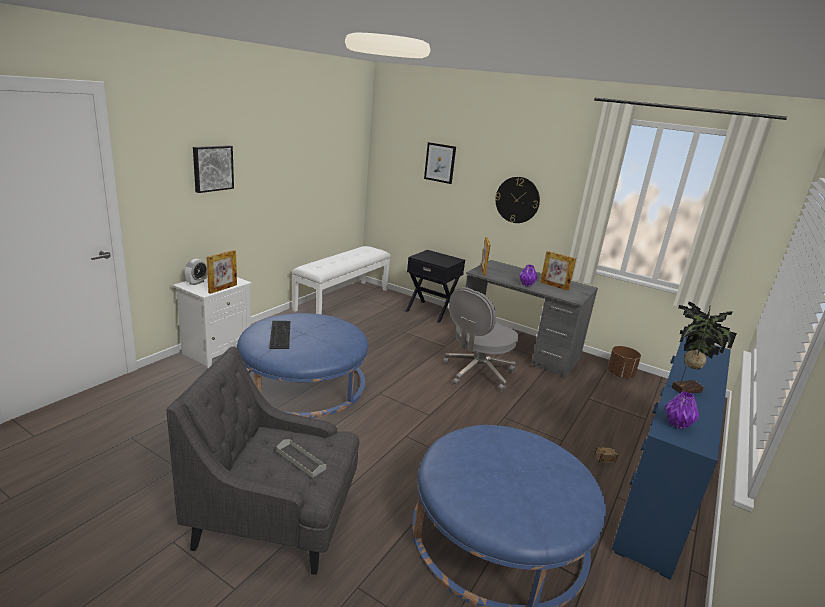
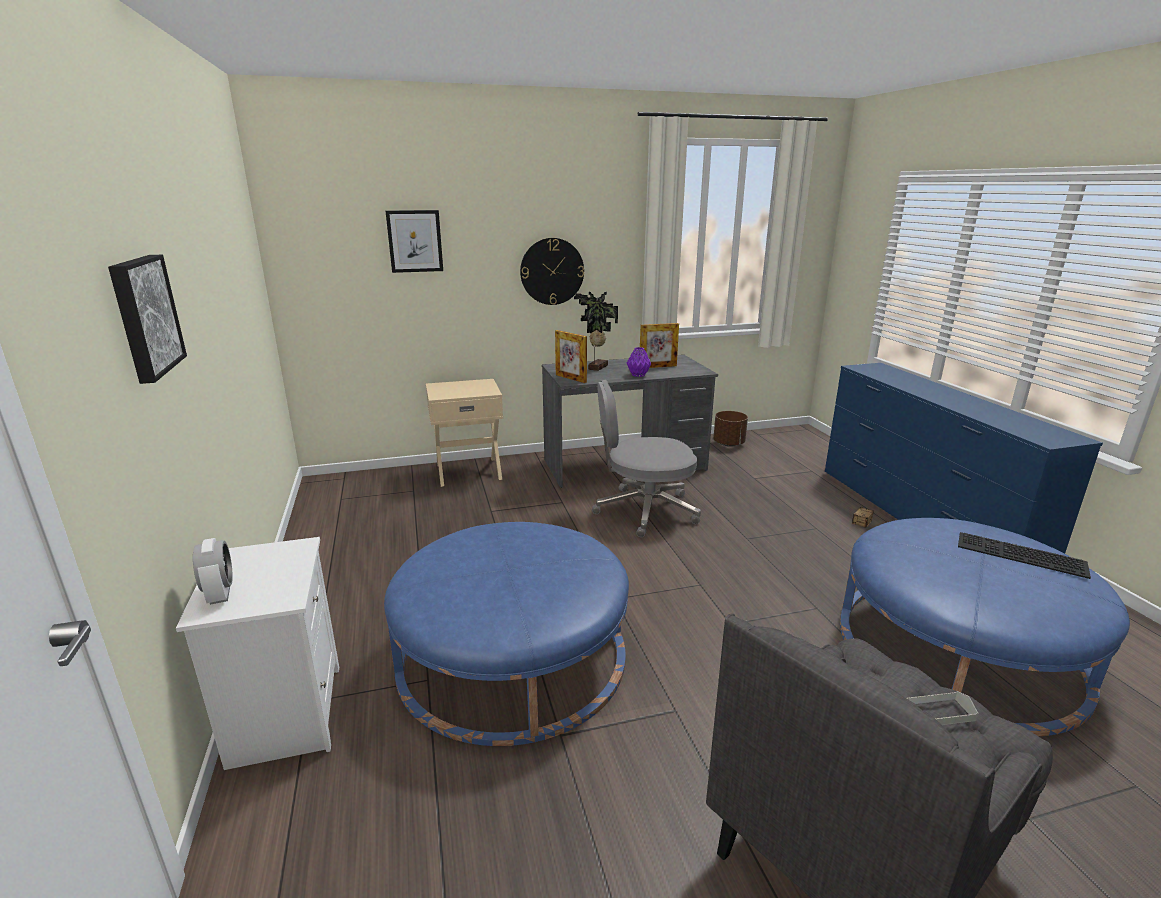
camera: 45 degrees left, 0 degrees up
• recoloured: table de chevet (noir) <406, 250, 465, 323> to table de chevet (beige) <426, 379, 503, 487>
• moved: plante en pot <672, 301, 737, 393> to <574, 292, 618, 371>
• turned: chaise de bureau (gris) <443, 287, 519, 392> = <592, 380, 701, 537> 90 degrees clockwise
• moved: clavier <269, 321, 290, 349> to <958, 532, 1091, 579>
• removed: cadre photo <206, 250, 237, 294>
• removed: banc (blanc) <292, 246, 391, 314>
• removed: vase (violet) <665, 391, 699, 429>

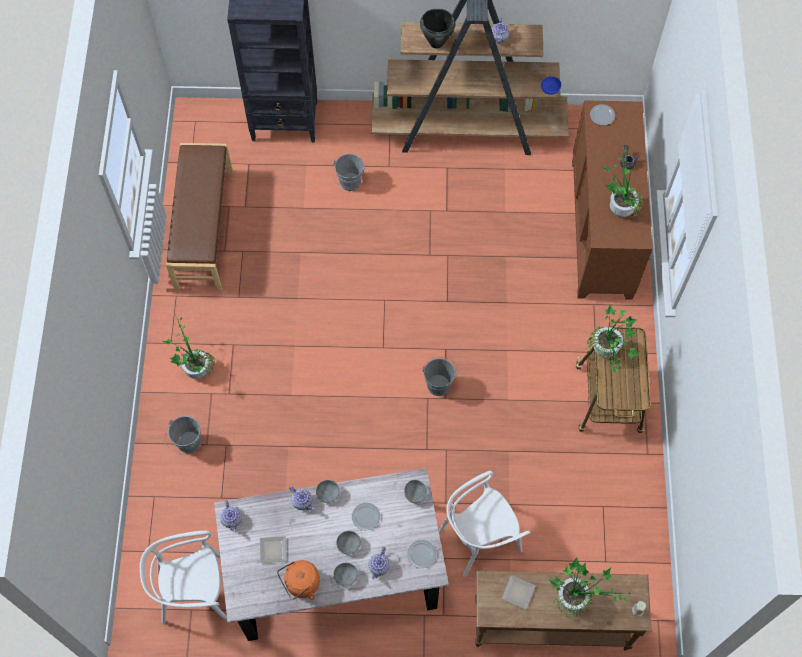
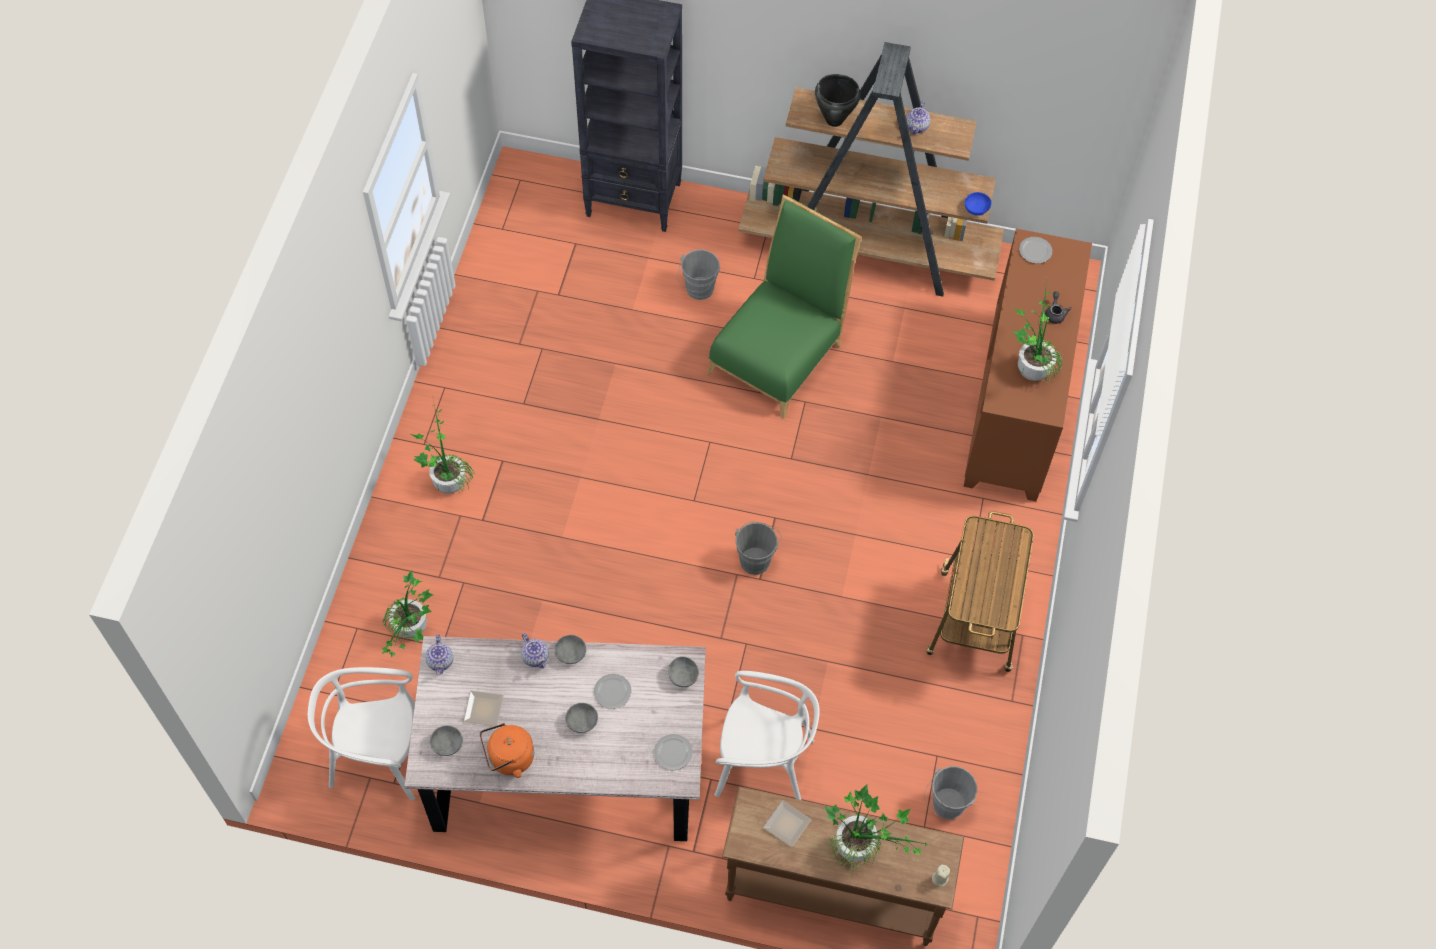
camera: 10 degrees right, 5 degrees down
• moved: plante en pot <586, 304, 639, 374> to <382, 570, 433, 657>
• moved: bol (gris) <333, 563, 358, 587> to <430, 725, 463, 756>
• added: chaise (vert) <706, 194, 862, 419>
• turned: chaise (blanc) <439, 471, 530, 577> = <715, 671, 820, 800> 150 degrees counterclockwise
• moved: seau (gris) <165, 416, 201, 455> to <924, 766, 977, 820>
• removed: banc (marron) <166, 143, 233, 291>
• removed: théière <368, 547, 390, 580>

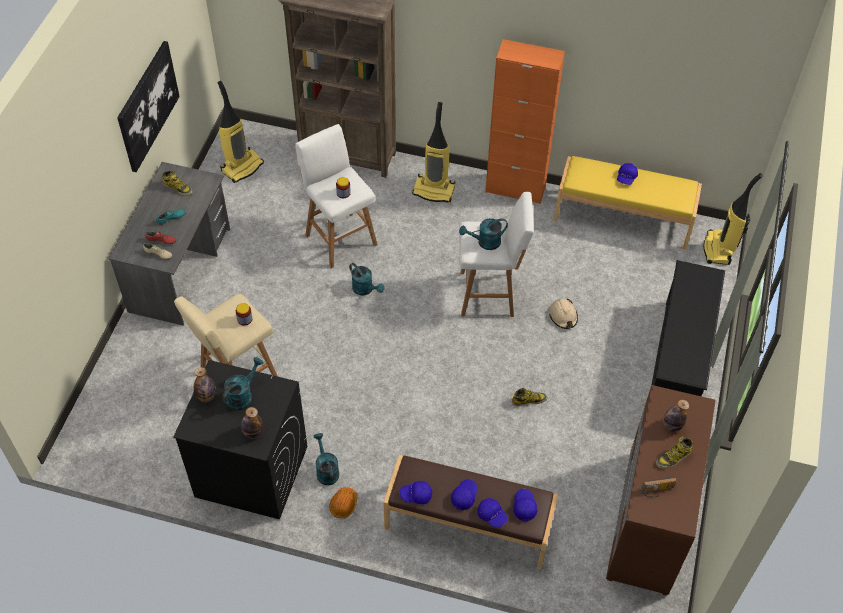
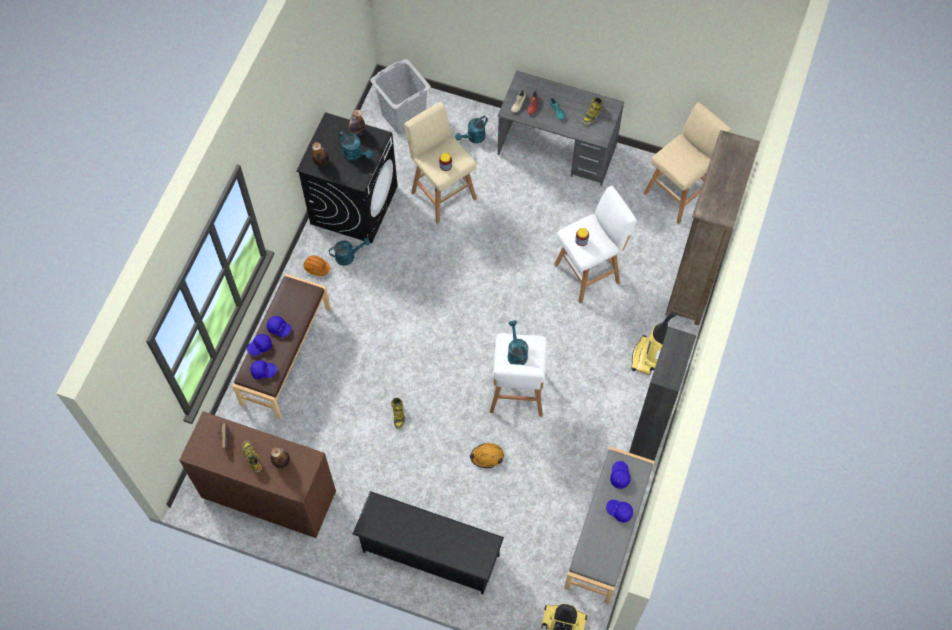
camera: 95 degrees right, 10 degrees up
• added: panier à linge (gris) <371, 59, 431, 134>
• moved: arrosoir (turquoise) <349, 263, 384, 295> to <455, 116, 488, 143>
• recoloured: casque de chantier (beige) <549, 299, 578, 329> to casque de chantier (orange) <470, 443, 504, 468>
• recoloured: banc (jaune) <554, 156, 702, 250> to banc (gris) <564, 447, 655, 604>
• moved: casquette (bleu) <400, 481, 432, 504> to <610, 461, 631, 489>
• recoloured: meuble de rangement (orange) <485, 39, 565, 204> to meuble de rangement (noir) <629, 327, 697, 461>
• replaced: aspirateur <217, 81, 264, 183> to tabouret (beige) <644, 102, 731, 224>
• removed: tableau <117, 41, 180, 172>

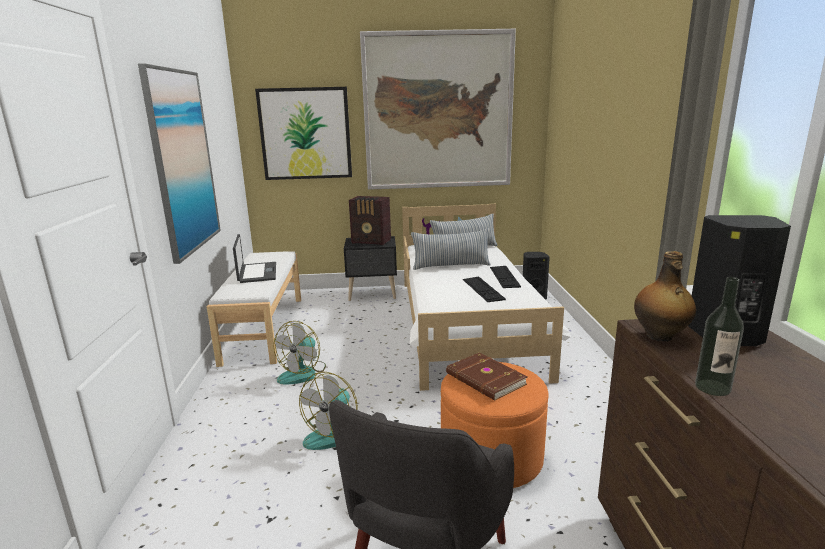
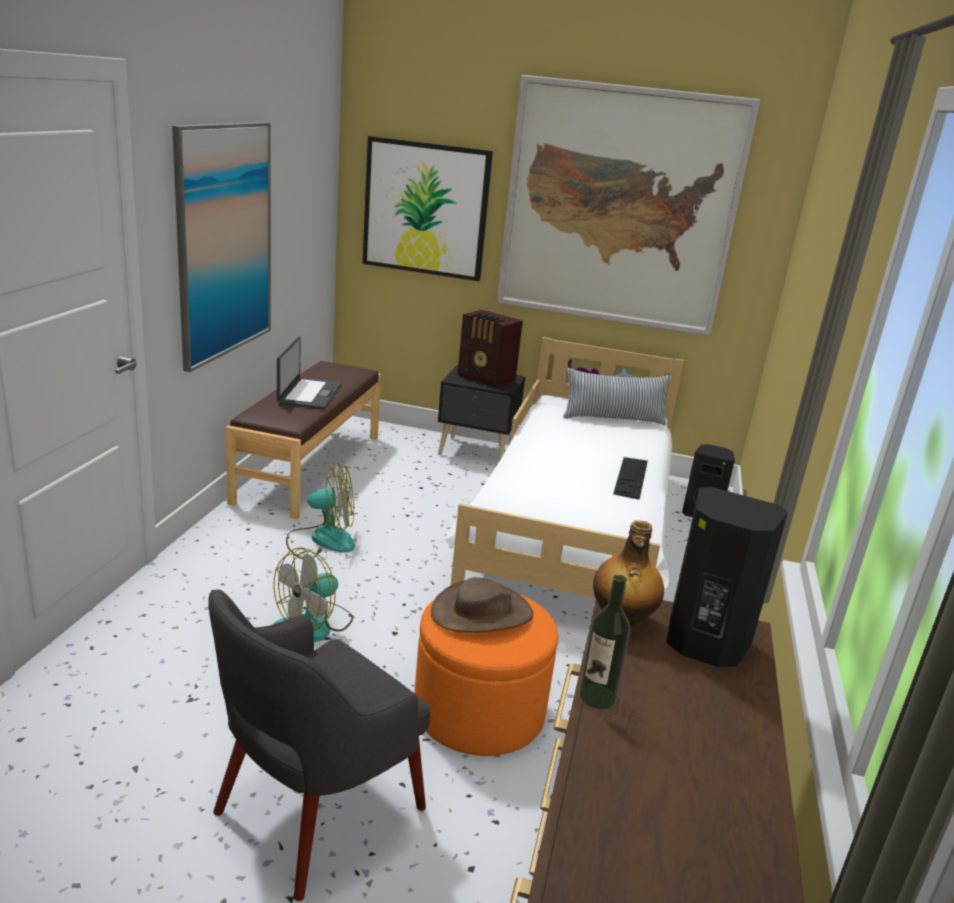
camera: 15 degrees right, 5 degrees up
• recoloured: banc (blanc) <207, 251, 301, 367> to banc (marron) <226, 361, 381, 519>
• turned: ventilateur <274, 321, 326, 384> = <286, 463, 355, 559> 135 degrees counterclockwise
• replaced: livre (marron) <446, 353, 528, 400> to chapeau (marron) <431, 577, 533, 633>
• removed: coussin <411, 229, 490, 270>
• removed: clavier <463, 277, 506, 302>

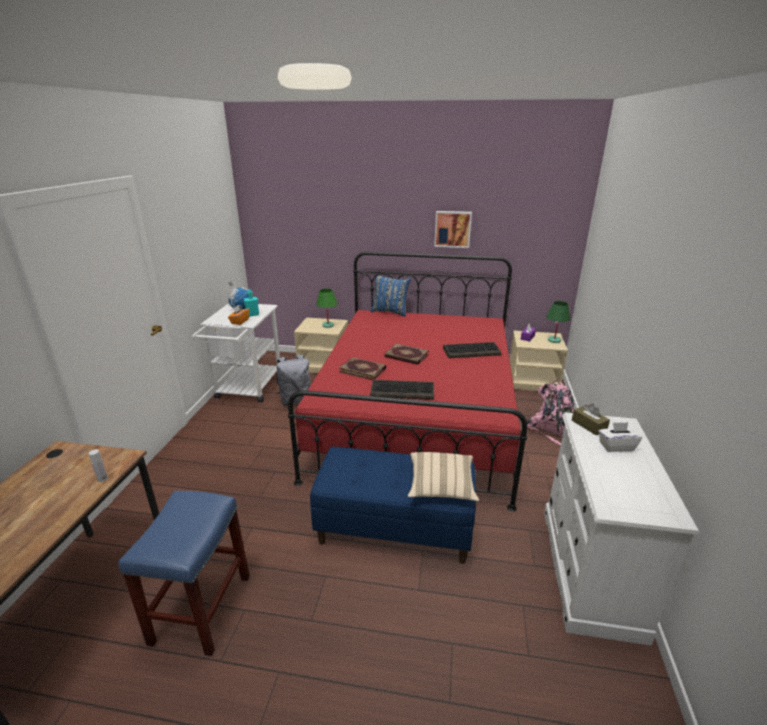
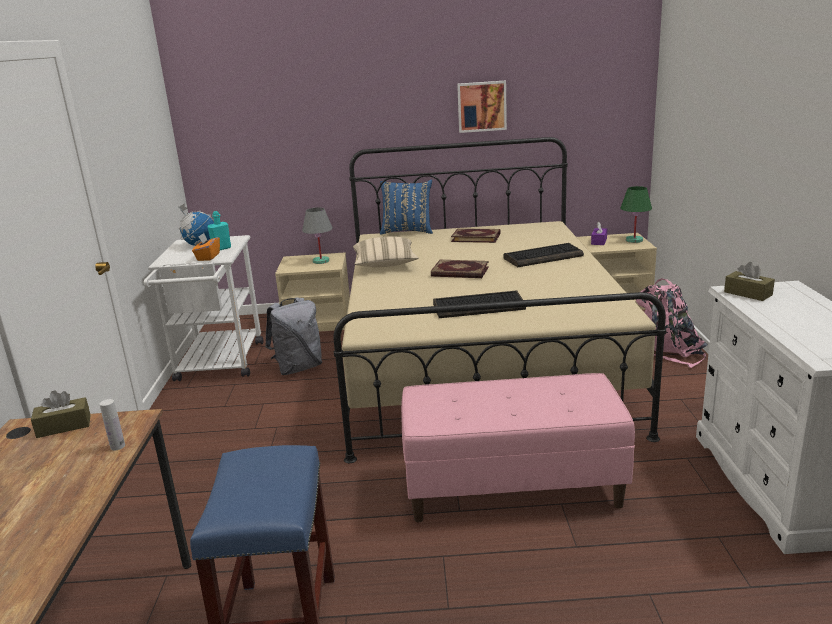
camera: 10 degrees left, 5 degrees down
• added: boîte à mouchoirs (marron) <31, 390, 91, 438>
• recoloured: lampe de table (vert) <316, 289, 338, 328> to lampe de table (gris) <302, 207, 333, 264>
• recoloured: lit (rouge) <288, 252, 528, 512> to lit (beige) <334, 137, 666, 463>
• moved: coussin (beige) <408, 452, 479, 501> to <353, 236, 419, 267>
• recoloured: banc (bleu) <310, 447, 476, 564> to banc (rose) <401, 373, 635, 522>
• moved: livre <339, 357, 386, 380> to <451, 228, 501, 243>
• removed: boîte à mouchoirs (blanc) <599, 422, 642, 452>

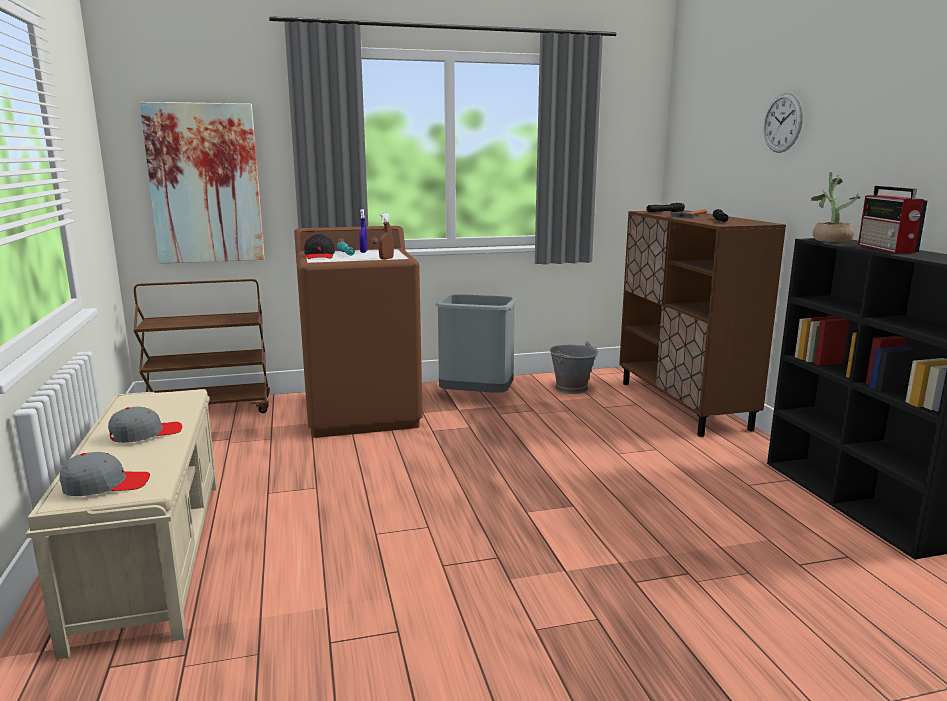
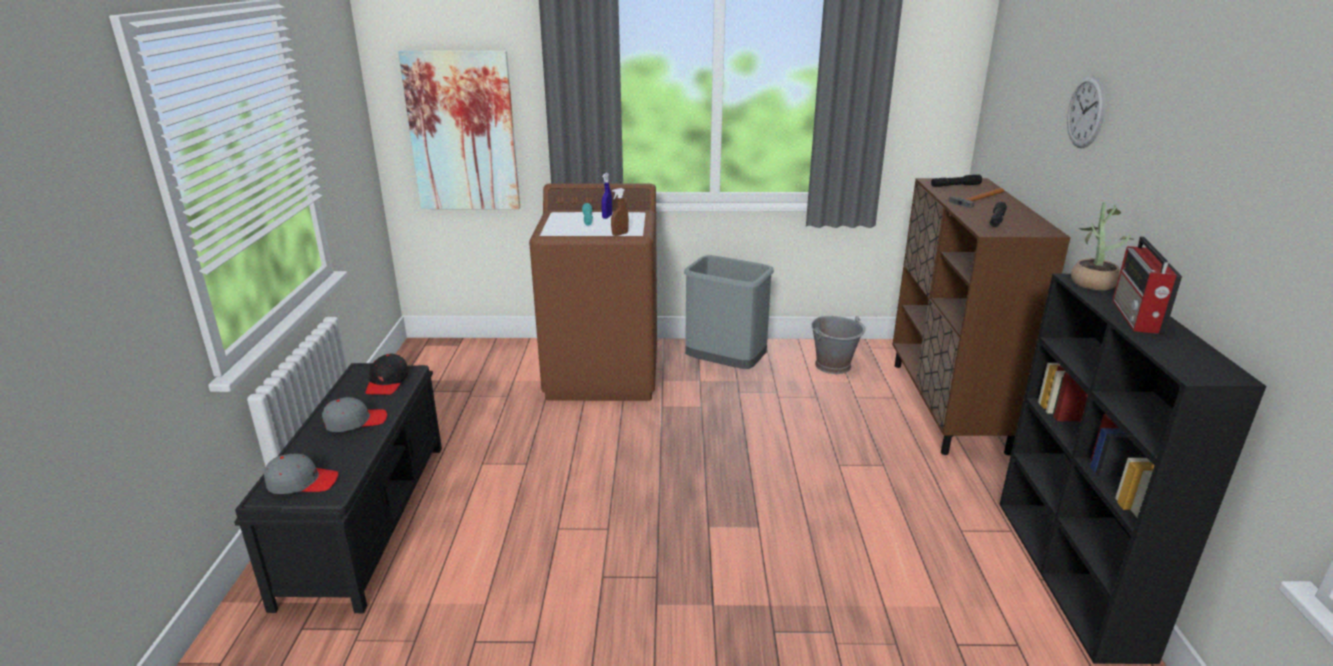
camera: 15 degrees right, 10 degrees up
• recoloured: banc (beige) <26, 389, 217, 660> to banc (noir) <234, 363, 442, 613>
• moved: casquette (noir) <305, 233, 335, 259> to <366, 353, 409, 395>
• removed: chariot (marron) <134, 279, 270, 413>

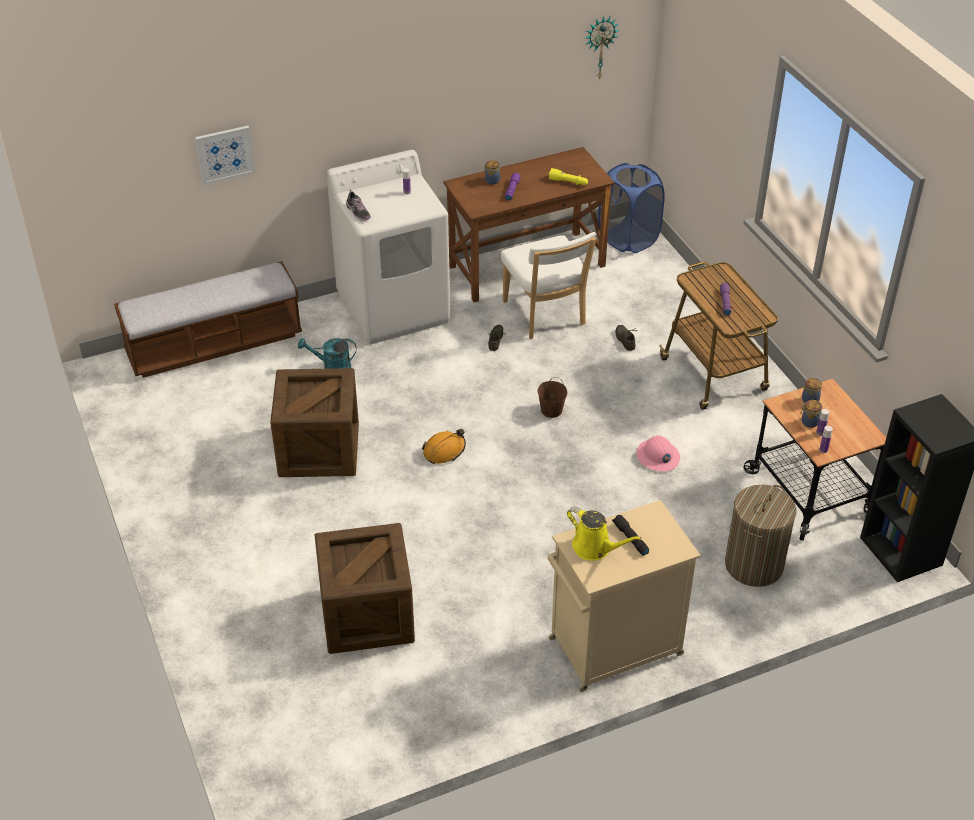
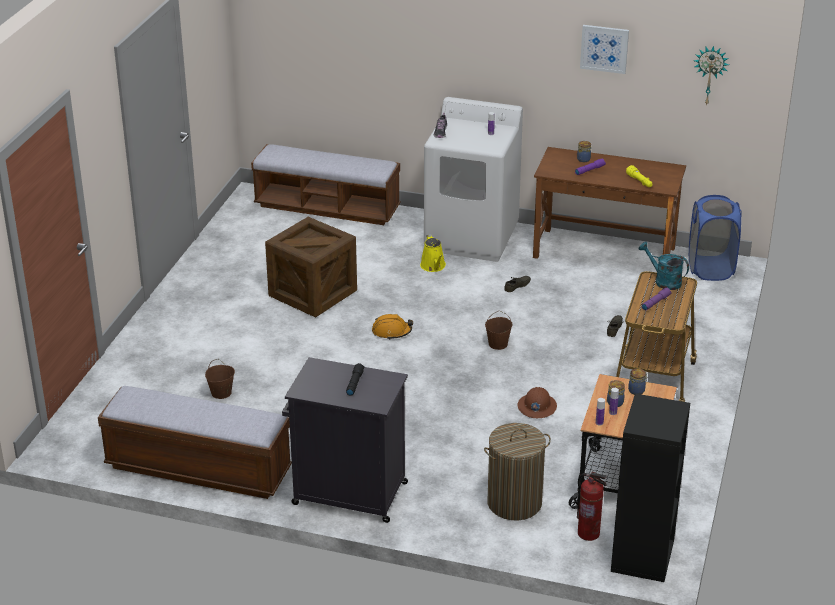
camera: 40 degrees right, 10 degrees down
• added: banc <98, 386, 292, 499>
• replaced: caisse <315, 523, 415, 654> to seau (marron) <205, 359, 235, 399>
• recoloured: meuble de rangement (beige) <548, 500, 700, 692> to meuble de rangement (noir) <282, 357, 408, 523>
• moved: arrosoir (jaune) <567, 506, 642, 561> to <420, 234, 446, 272>
• recoloured: casque de chantier (rose) <636, 436, 680, 472> to casque de chantier (marron) <517, 387, 557, 418>
• added: extincteur <577, 471, 607, 541>
• moved: tableau <195, 126, 255, 185> to <580, 25, 629, 74>
• moved: arrosoir (turquoise) <298, 338, 357, 369> to <639, 242, 689, 290>
• removed: chaise (blanc) <501, 232, 596, 339>

